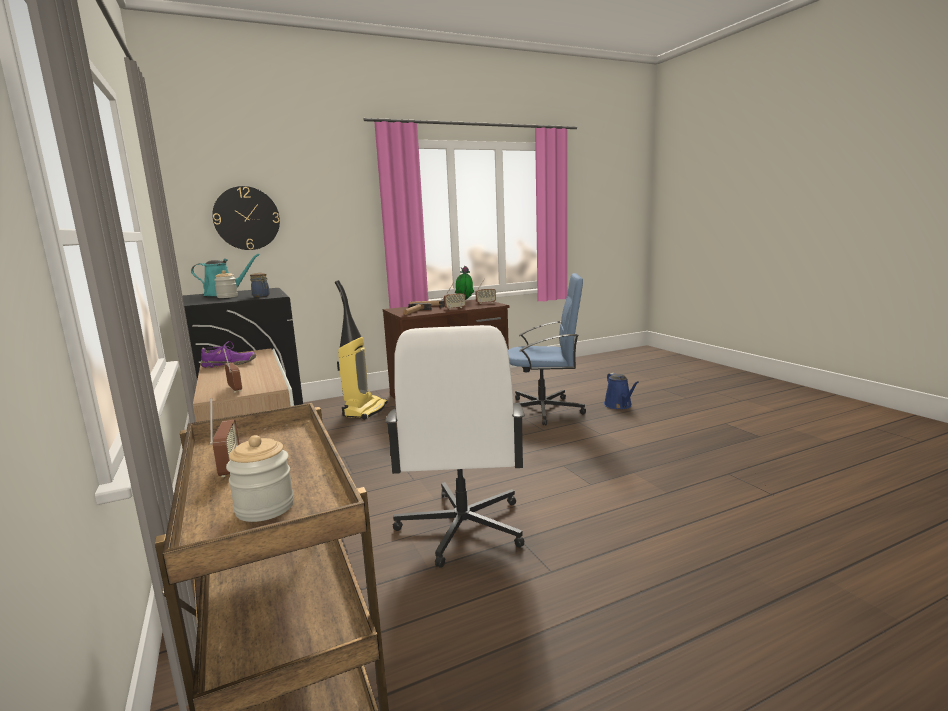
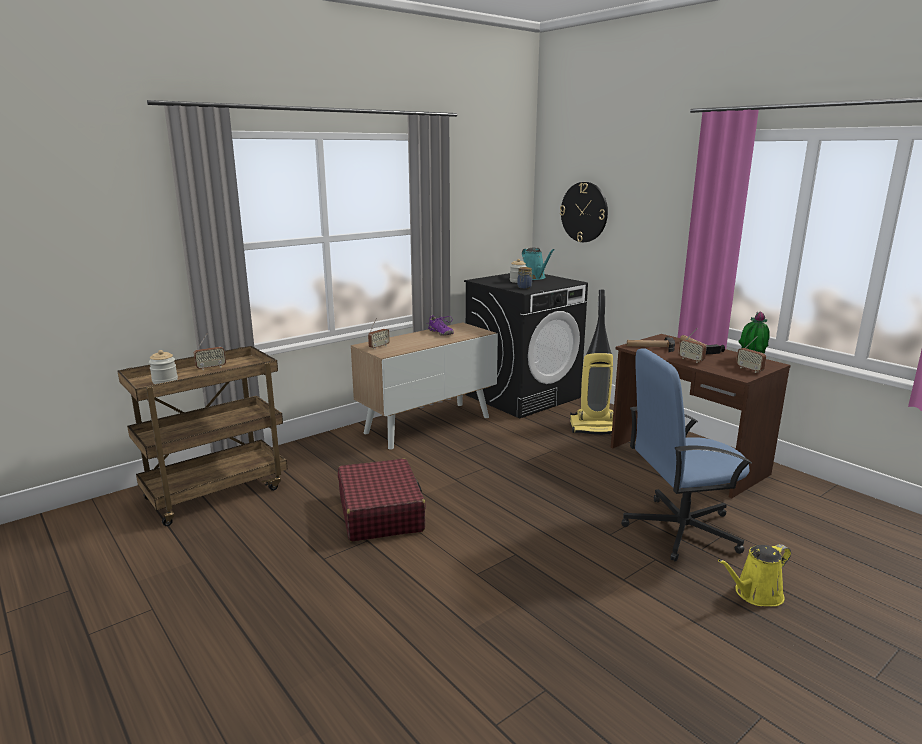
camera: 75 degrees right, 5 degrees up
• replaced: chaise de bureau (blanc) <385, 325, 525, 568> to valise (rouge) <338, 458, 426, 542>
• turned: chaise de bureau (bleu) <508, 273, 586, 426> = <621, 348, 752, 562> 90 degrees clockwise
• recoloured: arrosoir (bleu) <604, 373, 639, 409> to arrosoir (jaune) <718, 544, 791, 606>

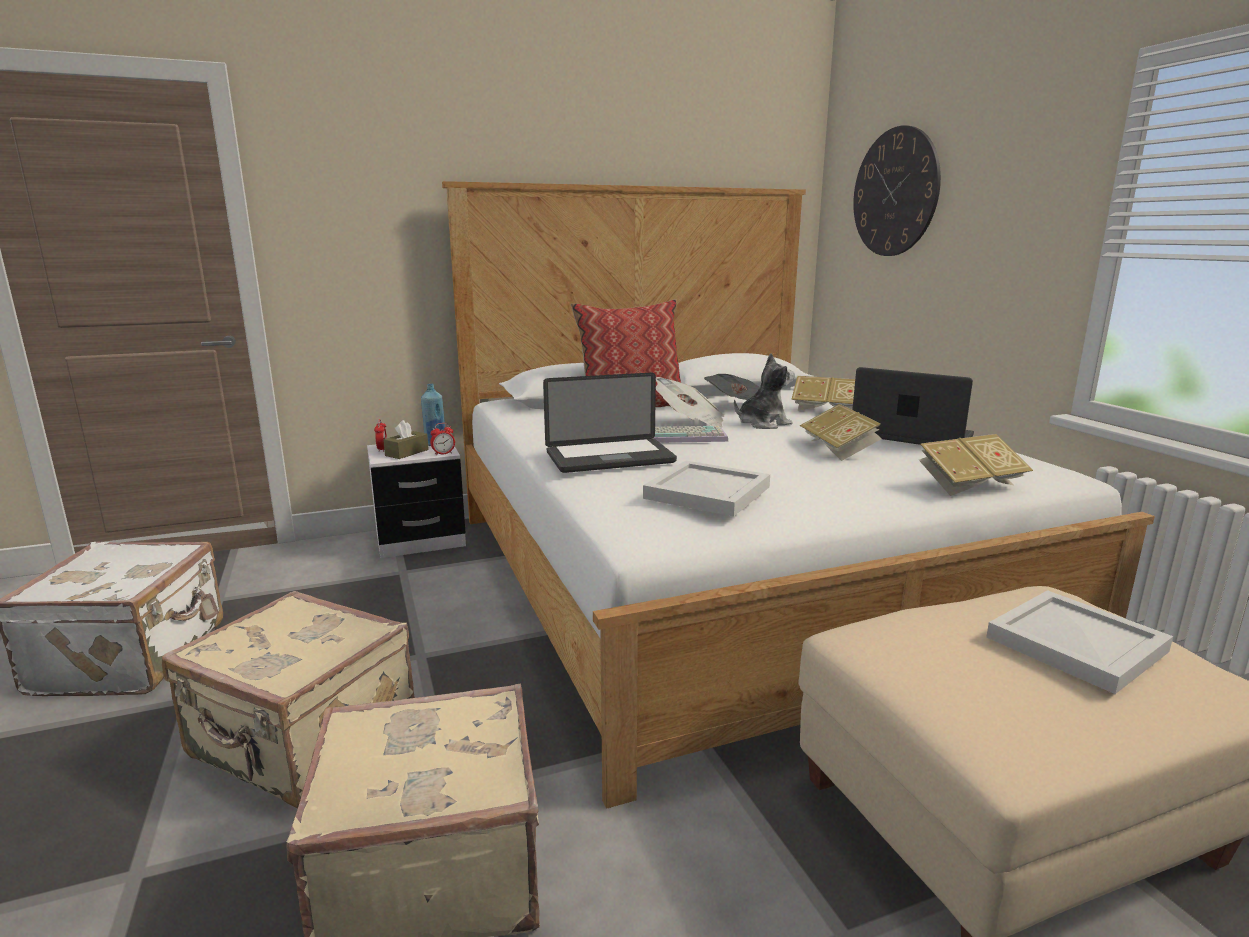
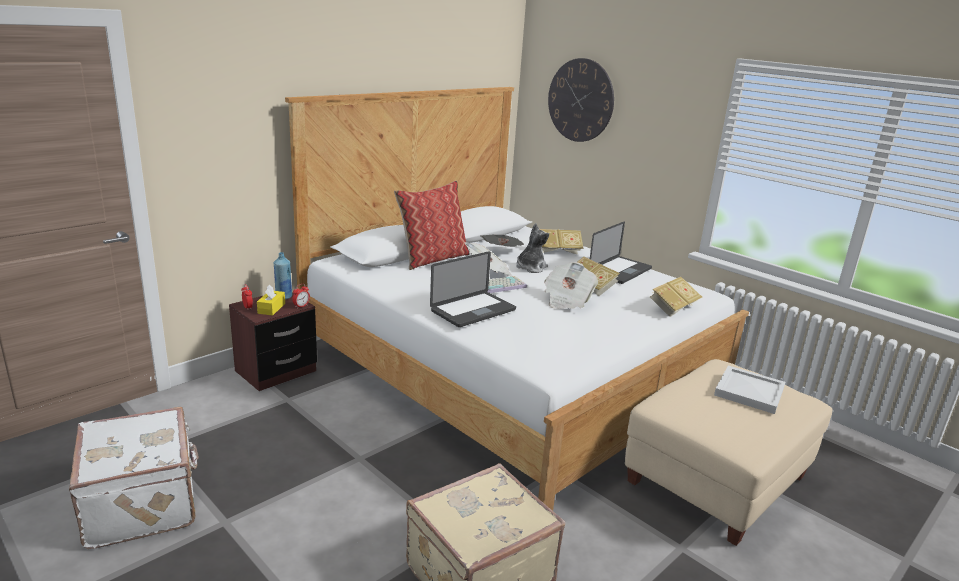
camera: 25 degrees left, 5 degrees up
• recoloured: table de chevet (blanc) <367, 445, 466, 558> to table de chevet (marron) <229, 292, 317, 391>
• recoloured: boîte à mouchoirs (marron) <383, 420, 429, 459> to boîte à mouchoirs (jaune) <257, 285, 285, 316>
• added: journal <544, 262, 598, 309>
• turned: ordinateur portable <852, 367, 974, 445> = <590, 222, 652, 284> 120 degrees clockwise
• removed: valise (beige) <162, 591, 415, 808>
• removed: plateau (blanc) <643, 461, 770, 517>

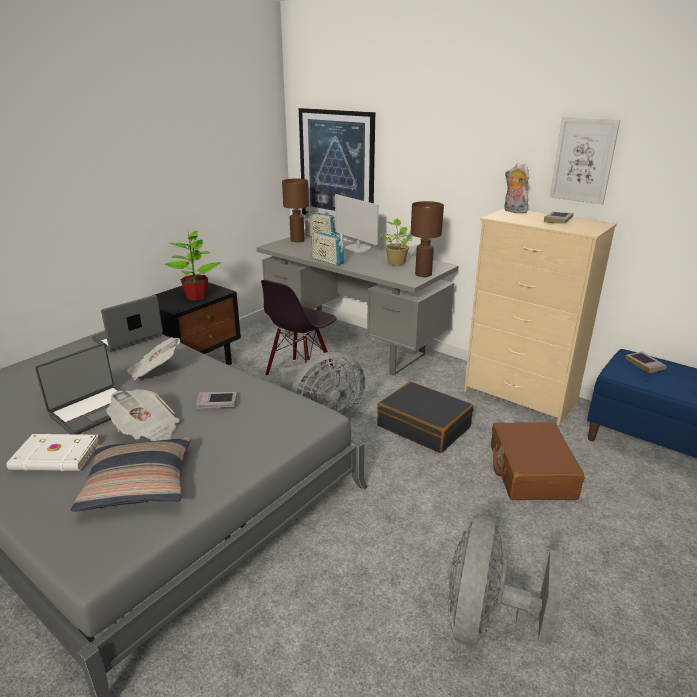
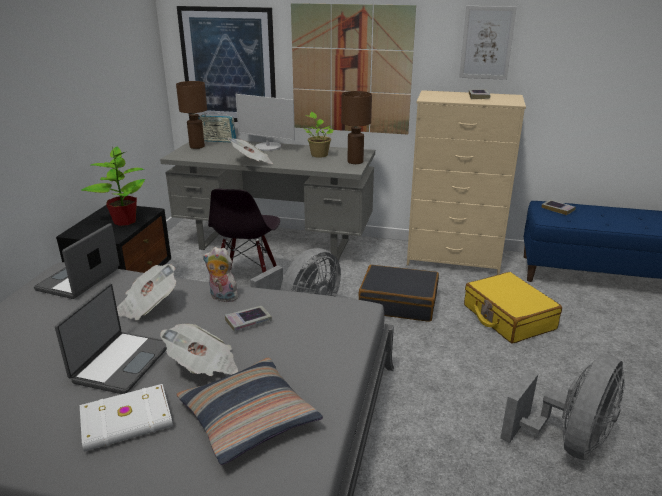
camera: 25 degrees left, 0 degrees up
• moved: peluche <505, 163, 529, 214> to <203, 247, 238, 302>
• replaced: radio <311, 230, 345, 266> to journal <228, 138, 273, 164>
• added: tableau <291, 3, 416, 135>
• recoloured: valise (marron) <491, 422, 585, 500> to valise (jaune) <464, 272, 562, 344>
• turned: ventilateur (gris) <448, 514, 562, 646> = <500, 354, 625, 460> 135 degrees counterclockwise

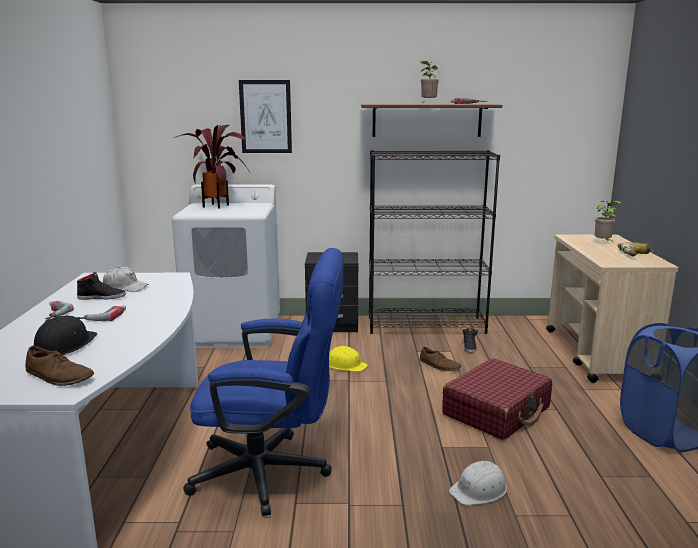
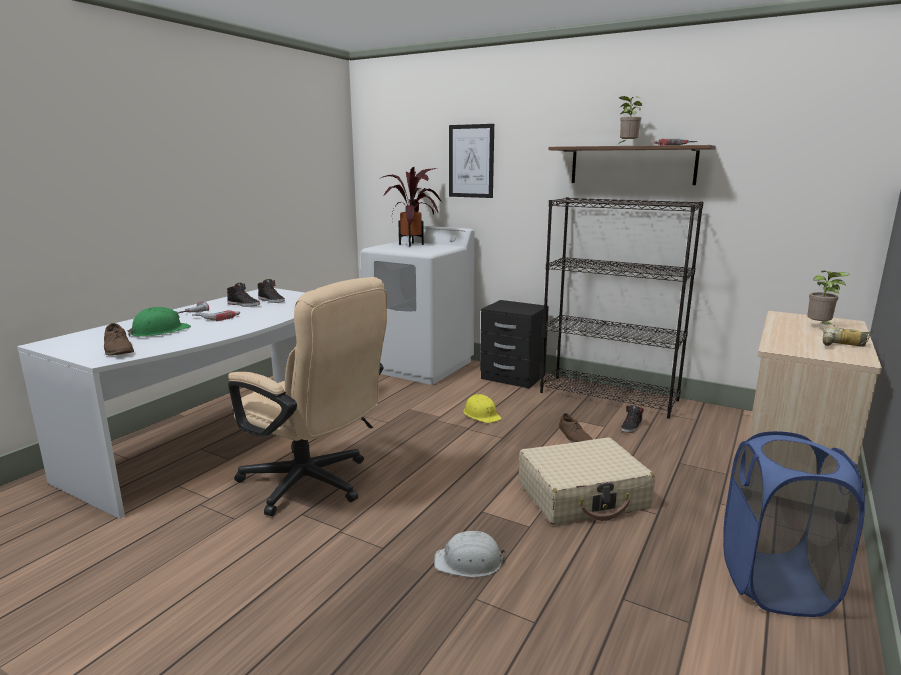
camera: 30 degrees right, 0 degrees up
• recoloured: casque de chantier (noir) <34, 316, 97, 355> to casque de chantier (vert) <127, 307, 191, 337>
• recoloured: chaise de bureau (bleu) <183, 248, 343, 516> to chaise de bureau (beige) <228, 277, 387, 516>
• replaced: casquette (blanc) <103, 267, 149, 292> to chaussure (noir) <257, 279, 285, 303>
• recoloured: valise (rouge) <442, 358, 552, 440> to valise (beige) <519, 438, 655, 525>

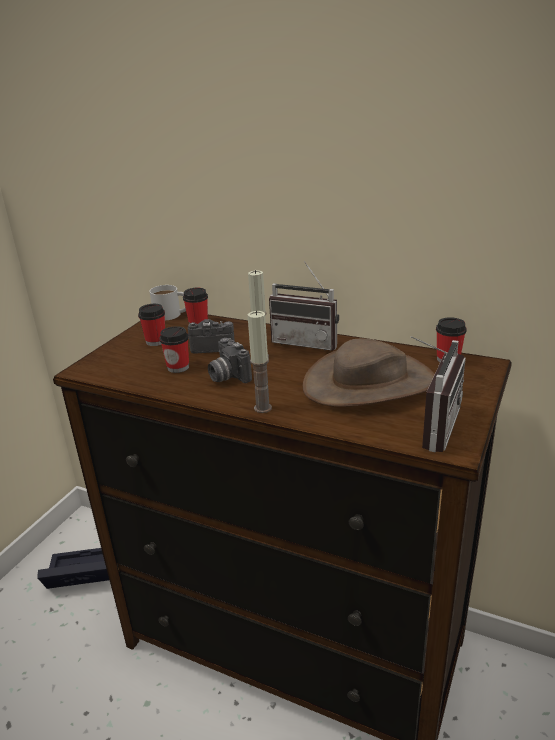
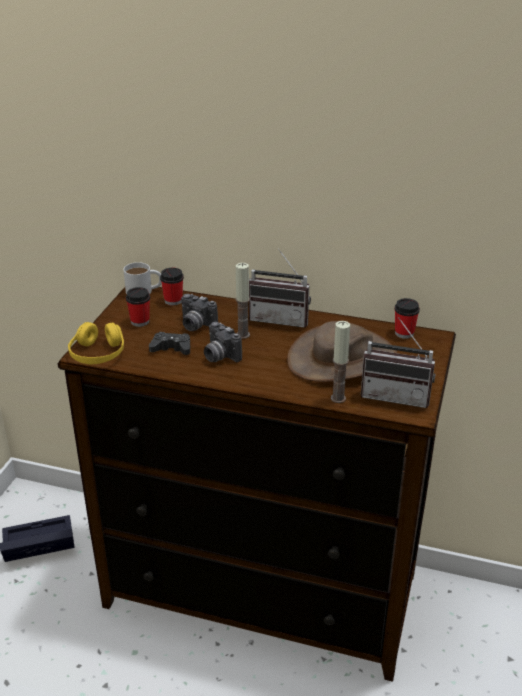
camera: 10 degrees left, 5 degrees up
• added: casque audio (jaune) <68, 322, 124, 364>
• replaced: tasse <159, 326, 189, 373> to manette (noir) <149, 332, 190, 355>
• turned: appareil photo <188, 319, 235, 354> = <181, 294, 218, 331> 135 degrees counterclockwise
• moved: bougie <247, 311, 272, 413> to <331, 321, 350, 403>
• turned: radio <411, 336, 466, 452> = <361, 317, 436, 408> 90 degrees clockwise

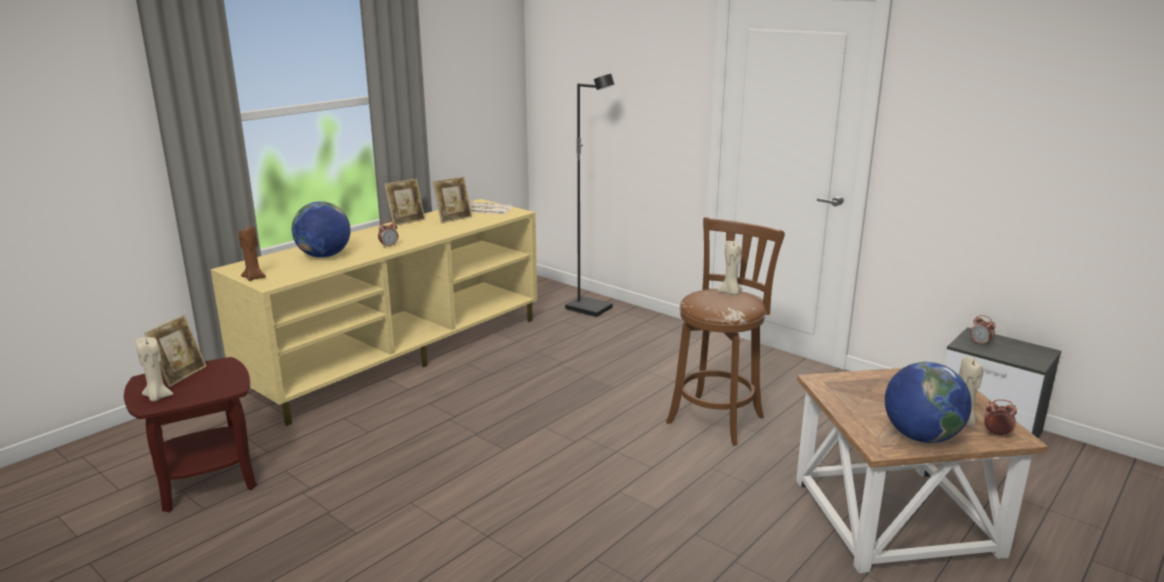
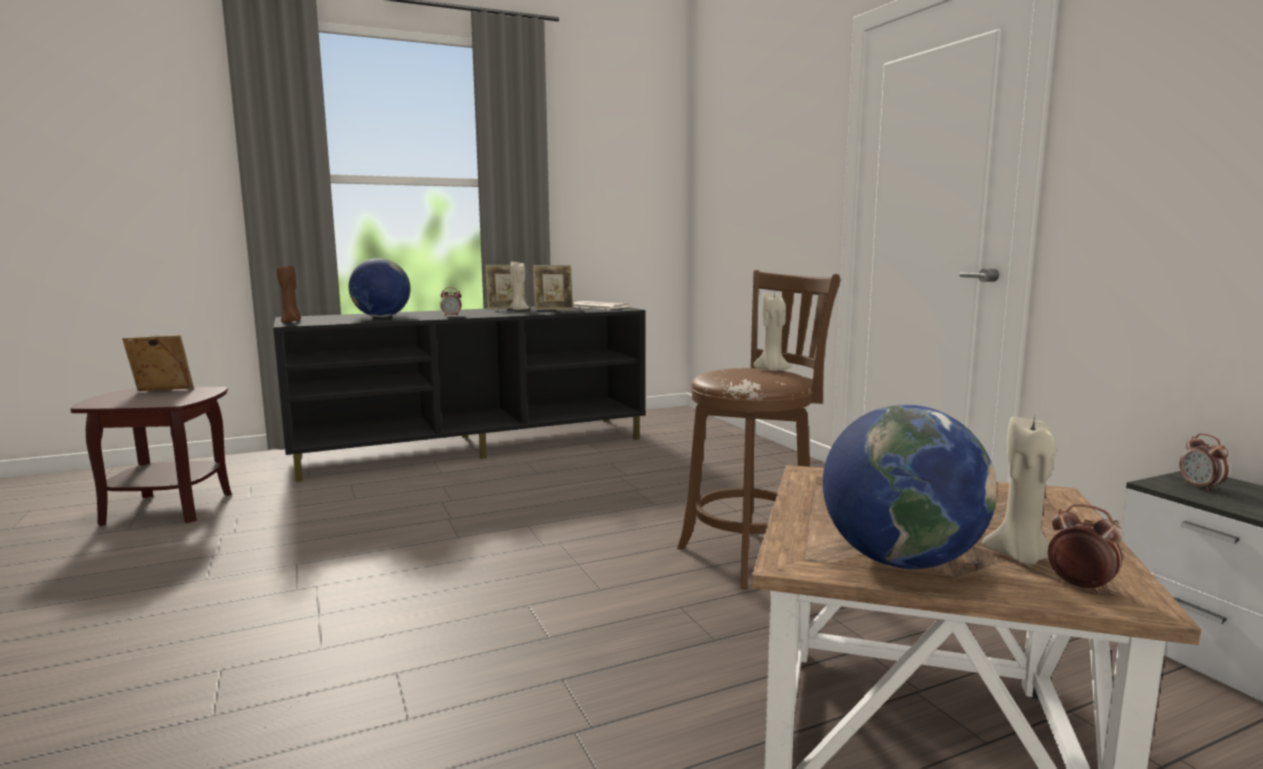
camera: 25 degrees right, 10 degrees down
• turned: cadre photo <144, 315, 207, 387> = <122, 335, 194, 392> 150 degrees counterclockwise
• recoloured: meuble télé (beige) <210, 199, 537, 426> to meuble télé (noir) <273, 307, 646, 482>
• moved: bougie (beige) <136, 337, 174, 401> to <509, 261, 529, 310>
• removed: lampadaire (noir) <565, 74, 614, 317>

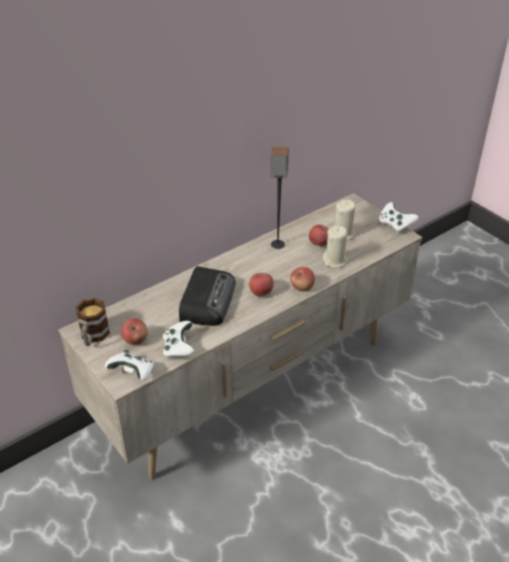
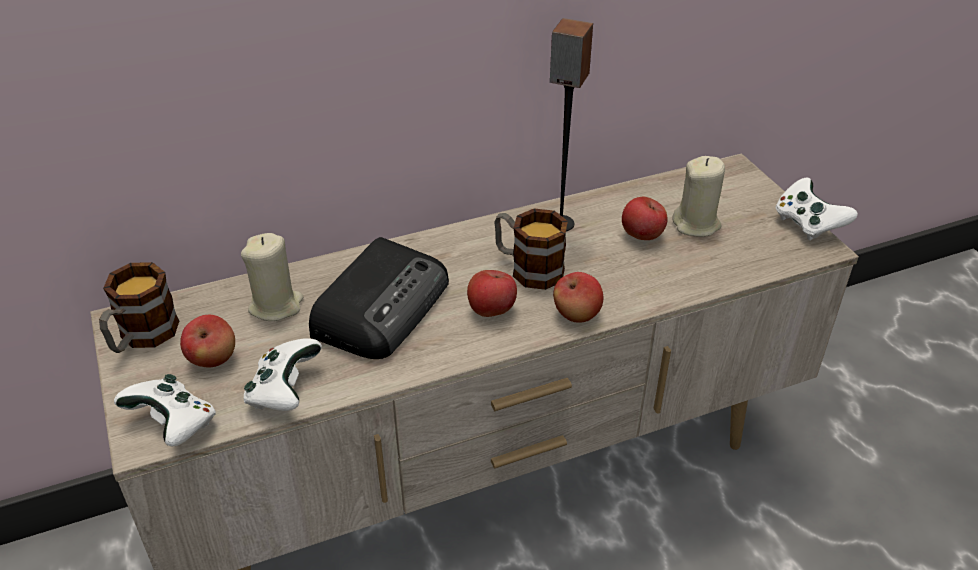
camera: 15 degrees right, 0 degrees up
• moved: bougie (beige) <323, 226, 348, 268> to <241, 233, 303, 321>
• added: mug <494, 209, 568, 290>

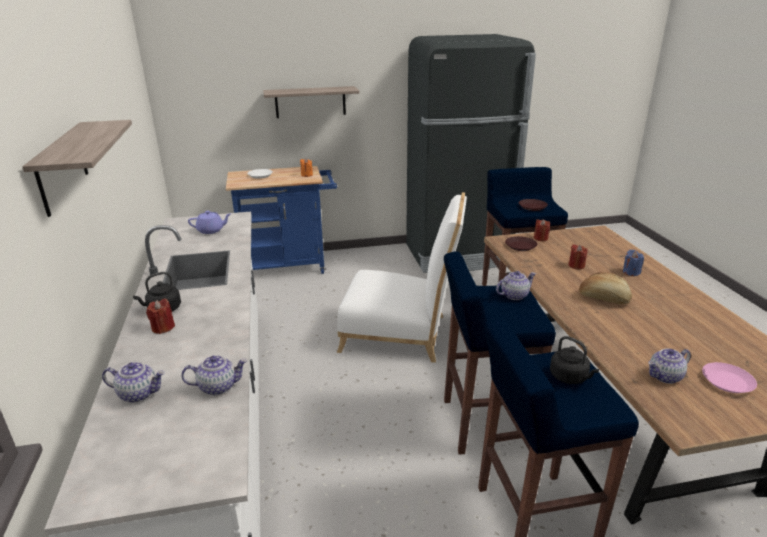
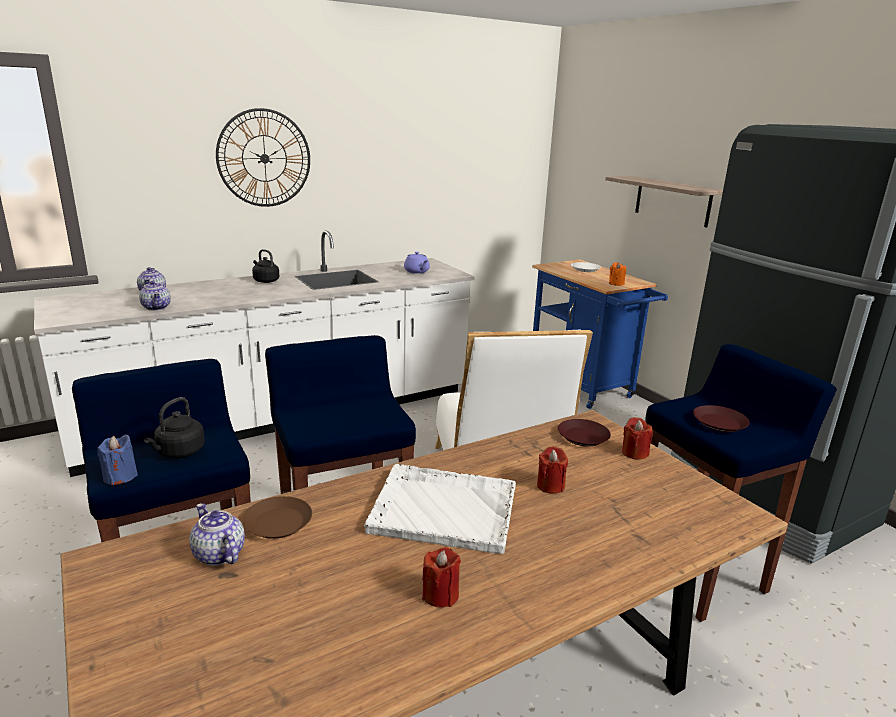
camera: 70 degrees right, 5 degrees down
• moved: bougie (bleu) <623, 250, 644, 276> to <97, 435, 138, 486>
• replaced: étagère <22, 120, 132, 217> to horloge murale <216, 108, 310, 207>
• added: assiette (marron) <243, 496, 312, 539>
• replaced: pain <579, 272, 632, 304> to plateau (blanc) <364, 464, 516, 554>
• moved: bougie (rouge) <146, 298, 175, 334> to <422, 547, 461, 608>
• removed: théière <496, 271, 536, 300>
• removed: assiette (rose) <702, 362, 757, 393>

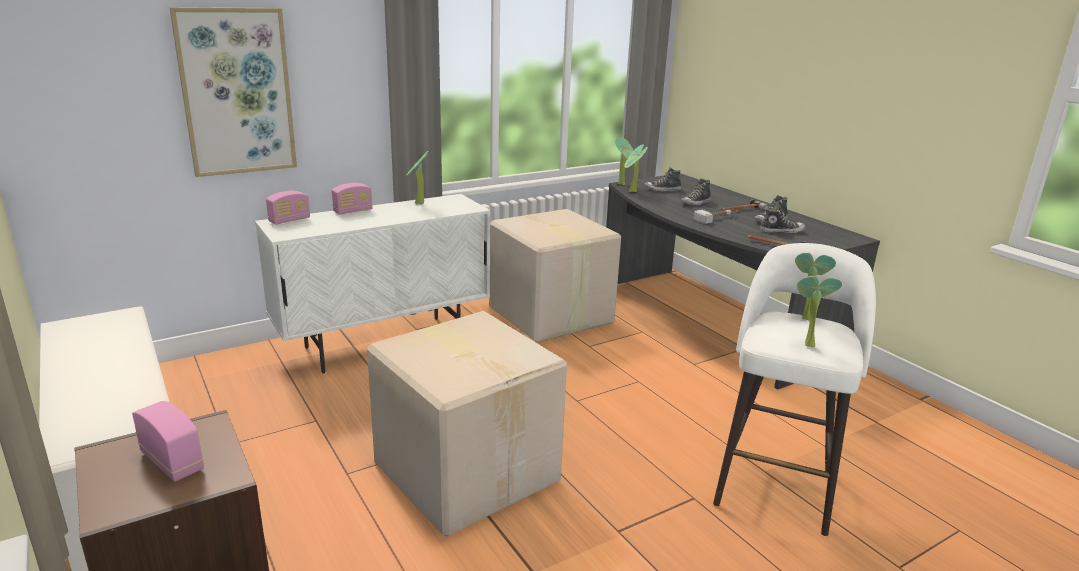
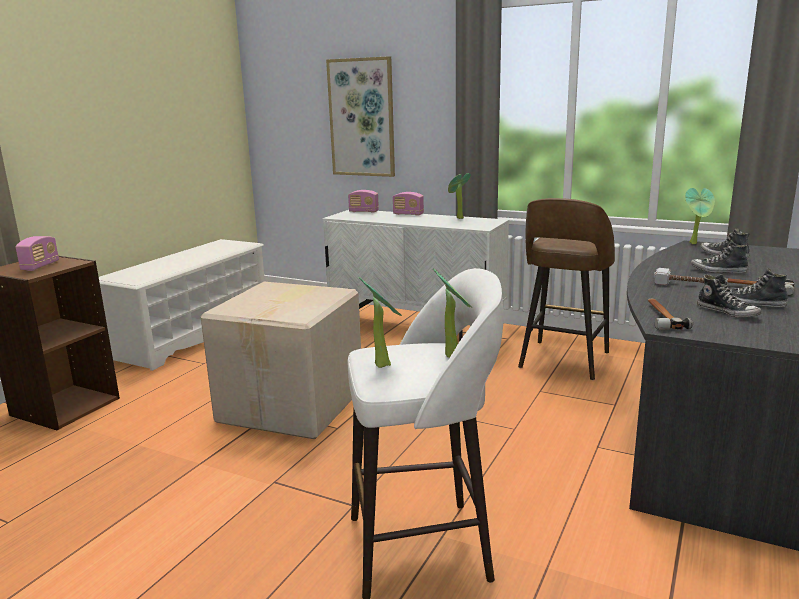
camera: 60 degrees right, 5 degrees down
• replaced: carton <489, 209, 621, 343> to tabouret (marron) <518, 198, 615, 380>
• removed: plante en pot <624, 144, 648, 192>

